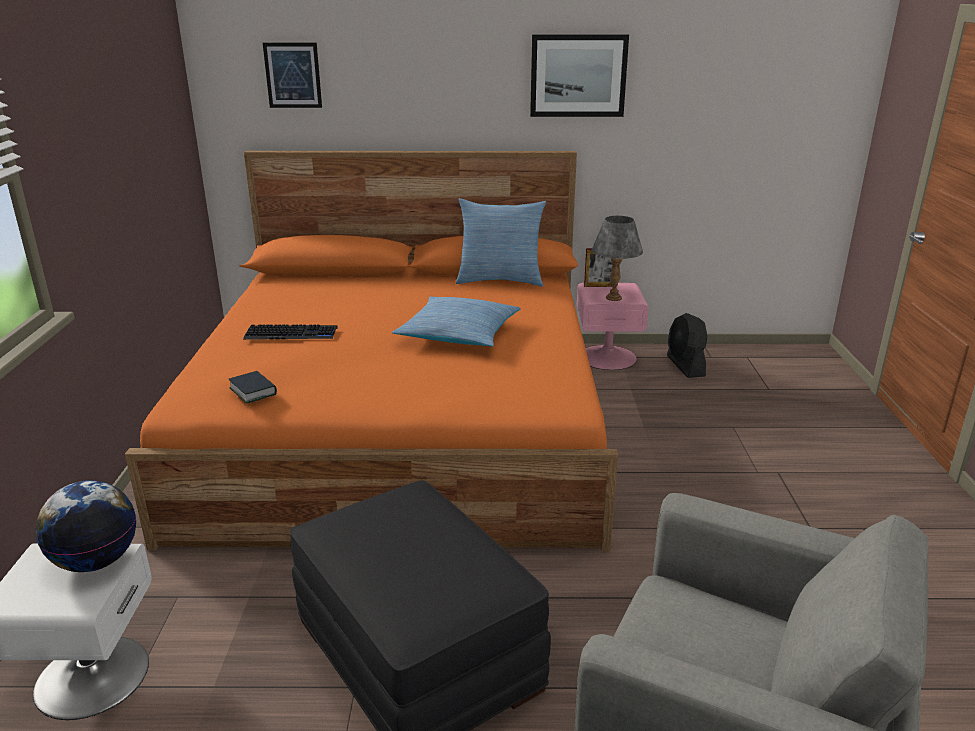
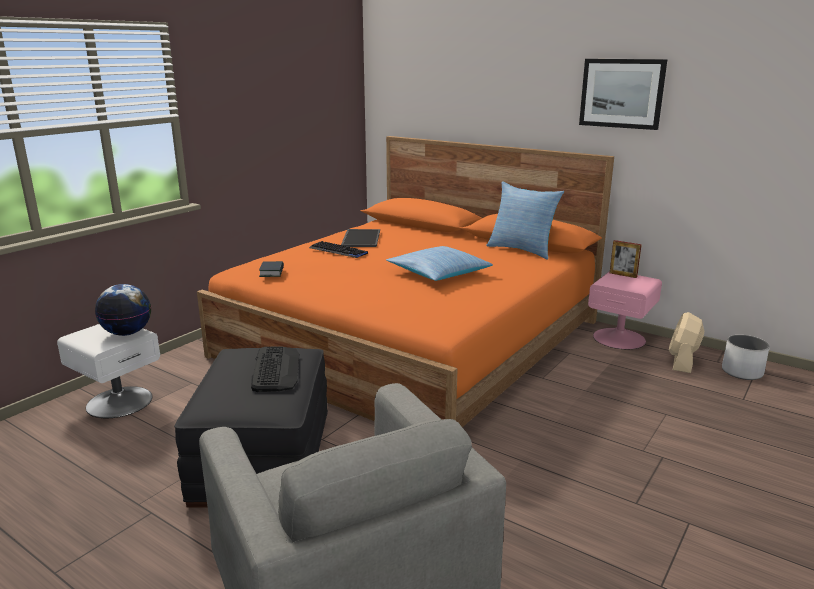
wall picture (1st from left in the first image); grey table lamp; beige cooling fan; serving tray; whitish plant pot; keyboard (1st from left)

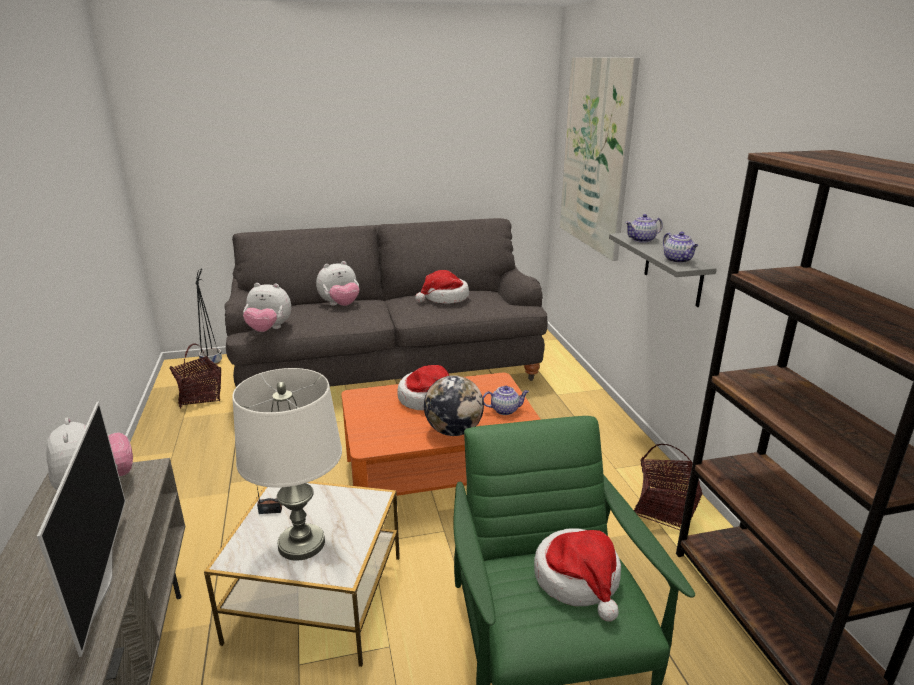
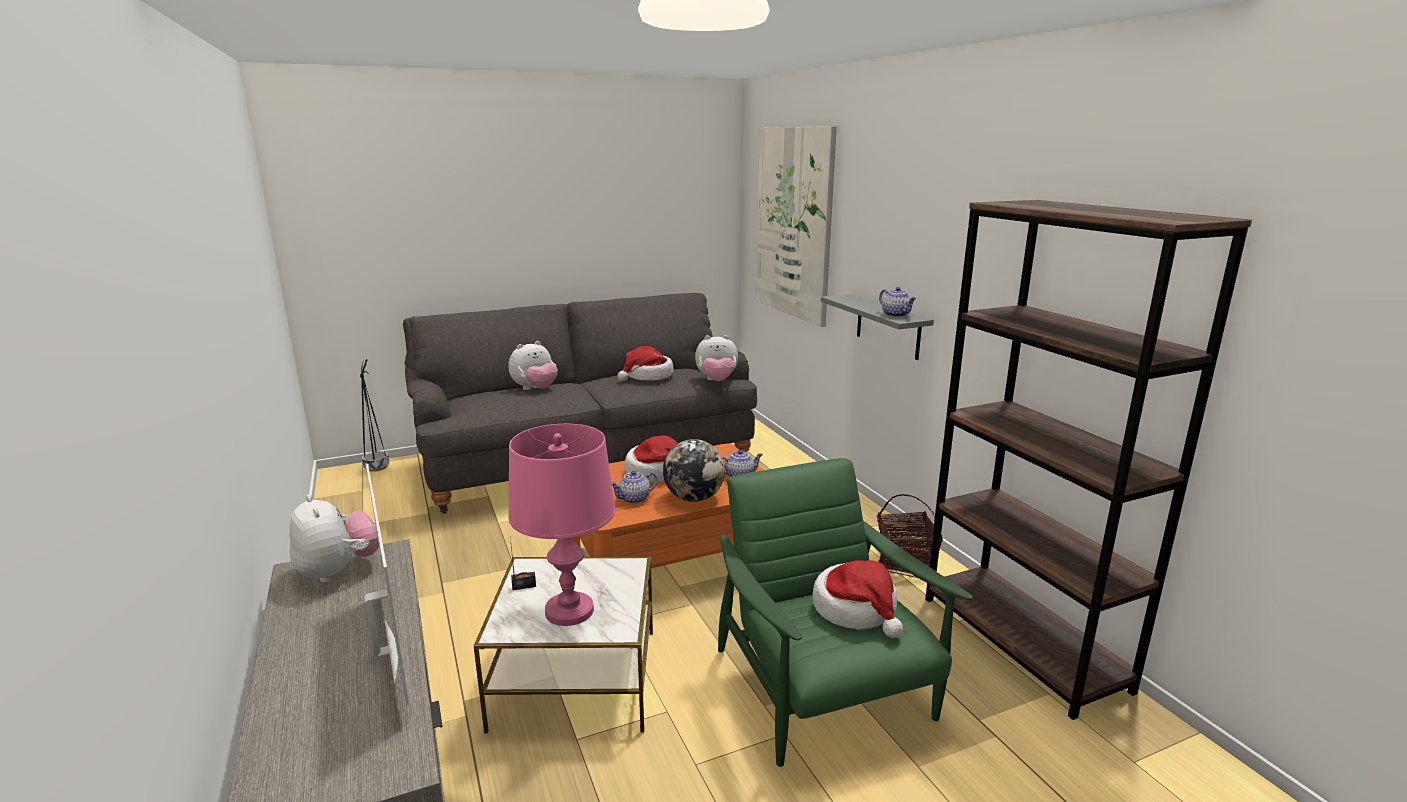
teapot (1st from left); cuddly toy (3rd from left); household basket (1st from left in the first image); pink-coloured table lamp

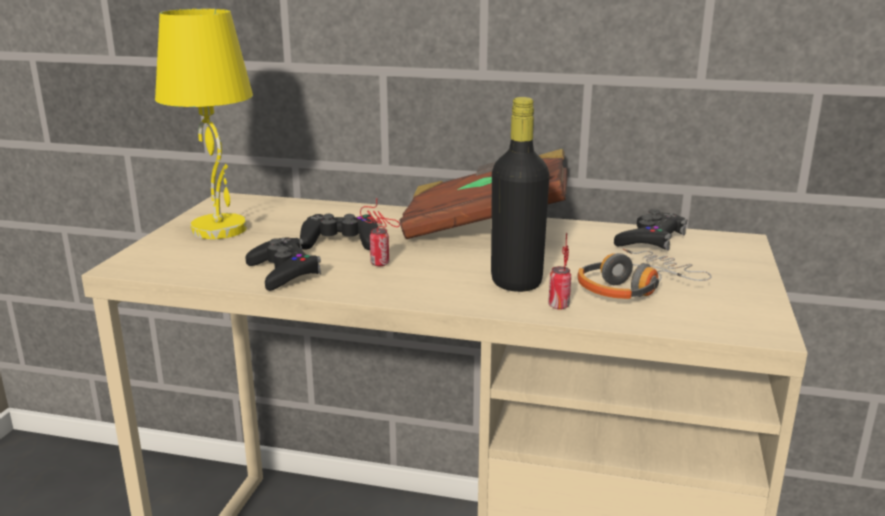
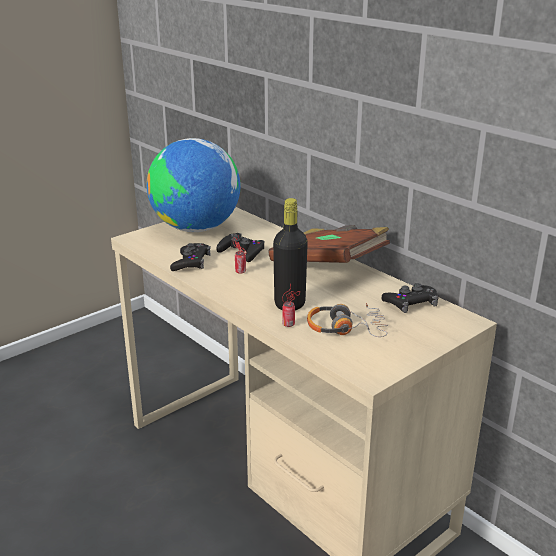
desk globe

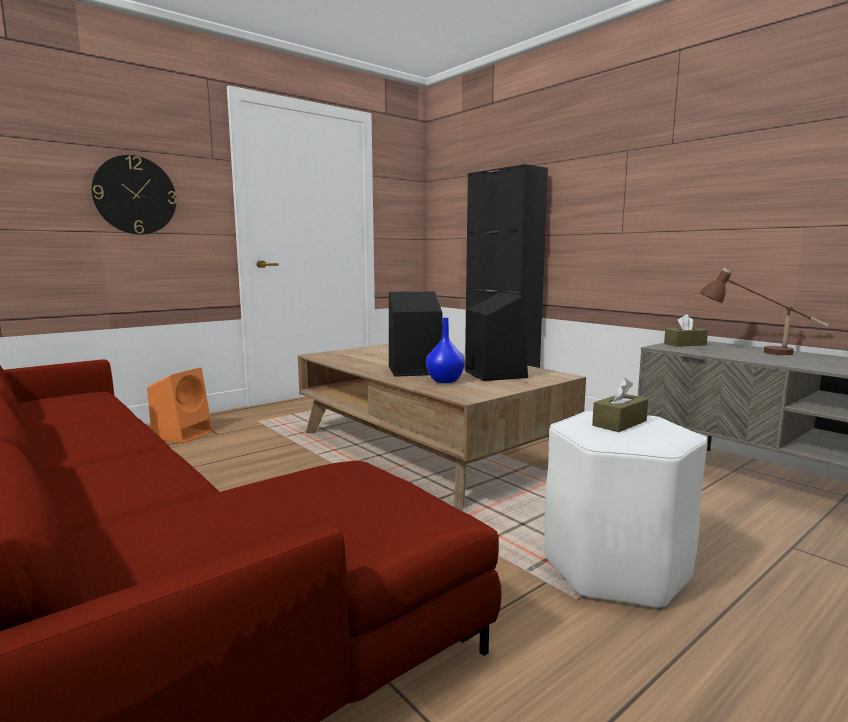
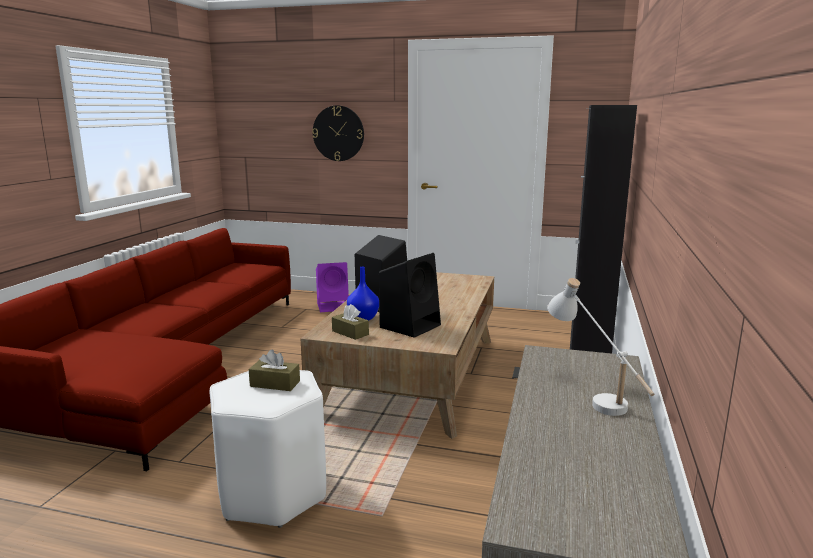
whitish table lamp; brown-coloured box of tissues (2nd from left); purple-coloured loudspeaker

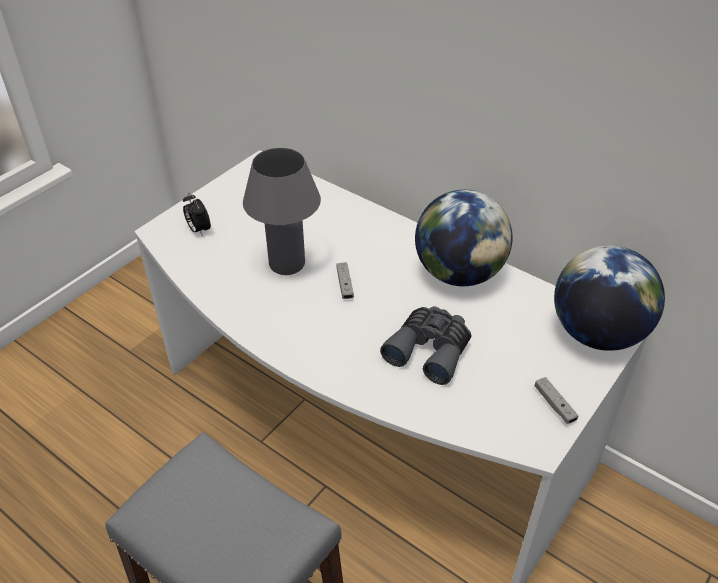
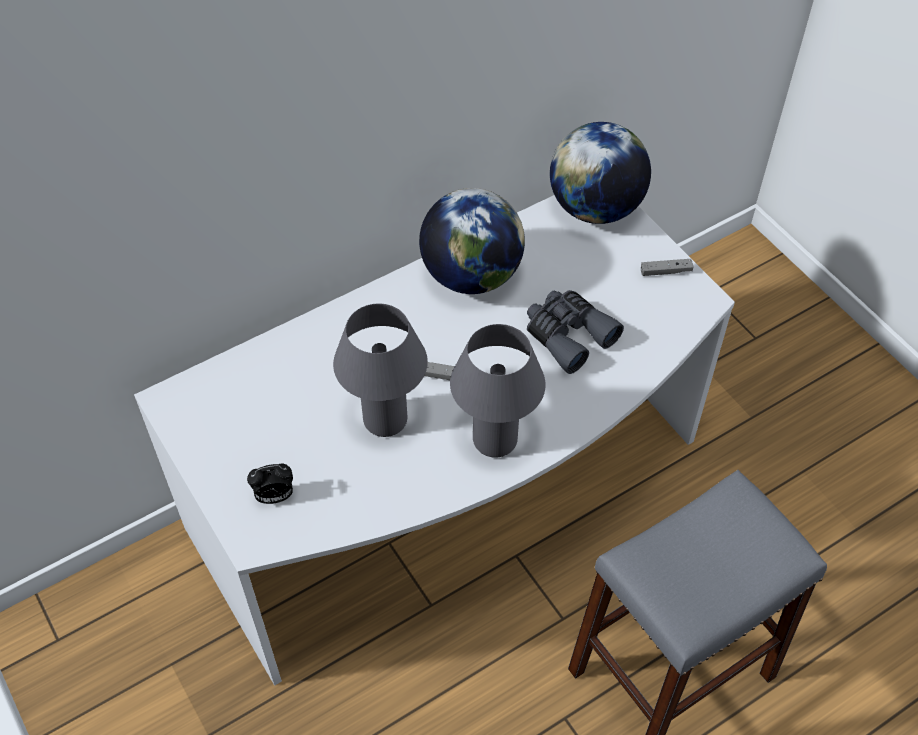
grey table lamp (2nd from left)

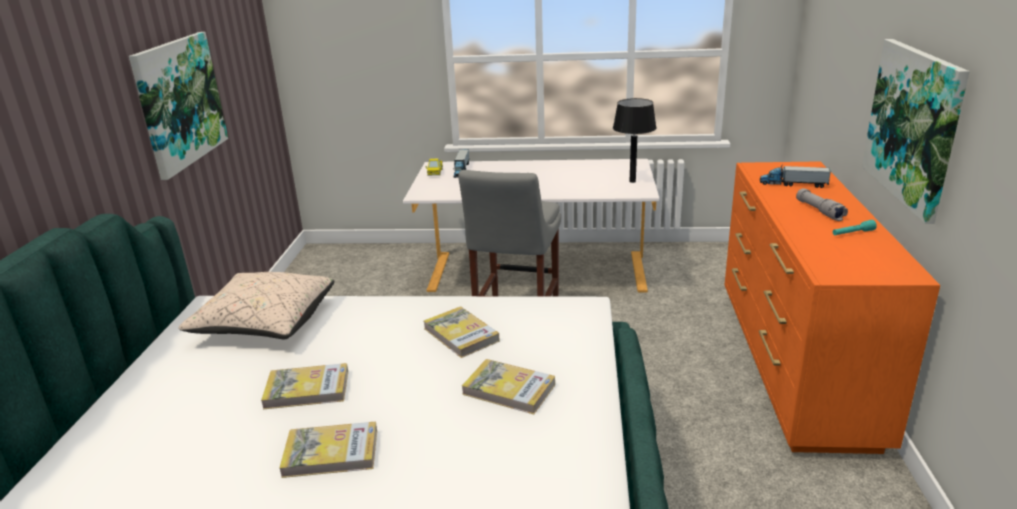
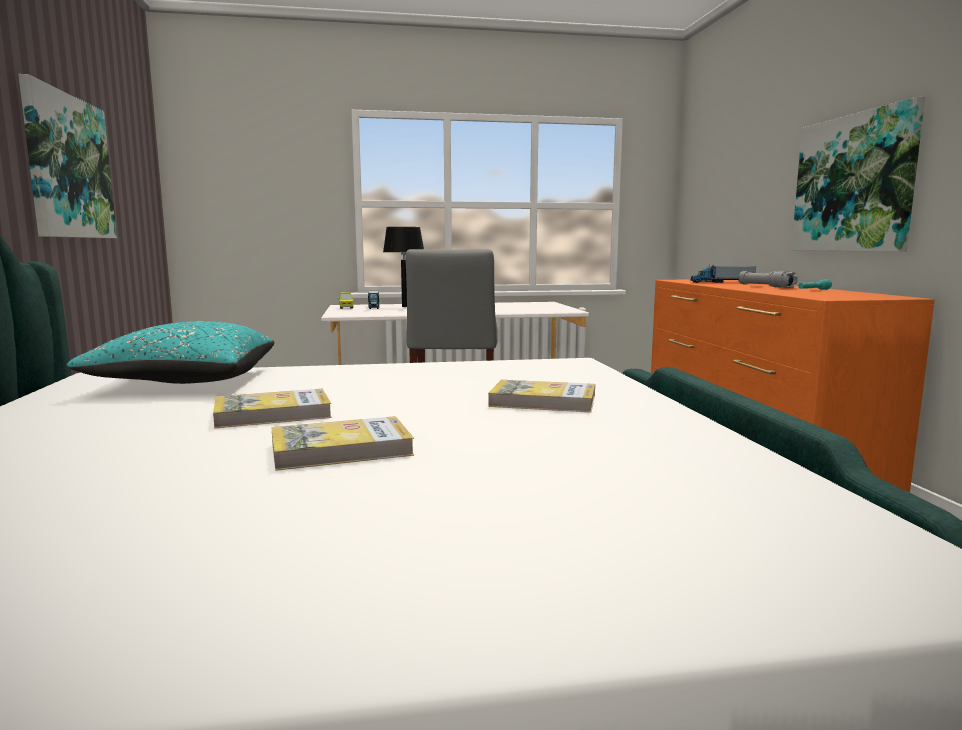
black table lamp; turquoise throw pillow; bound book (3rd from left in the first image)

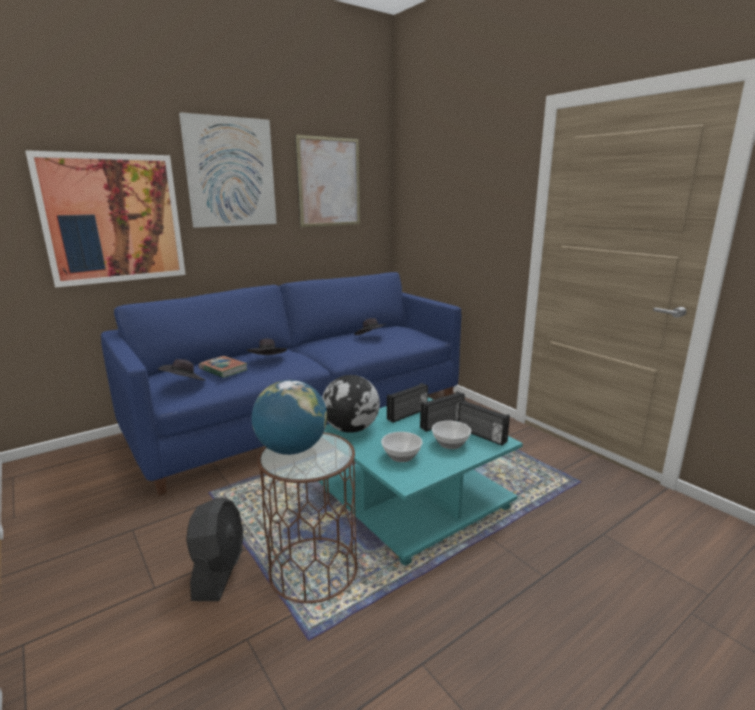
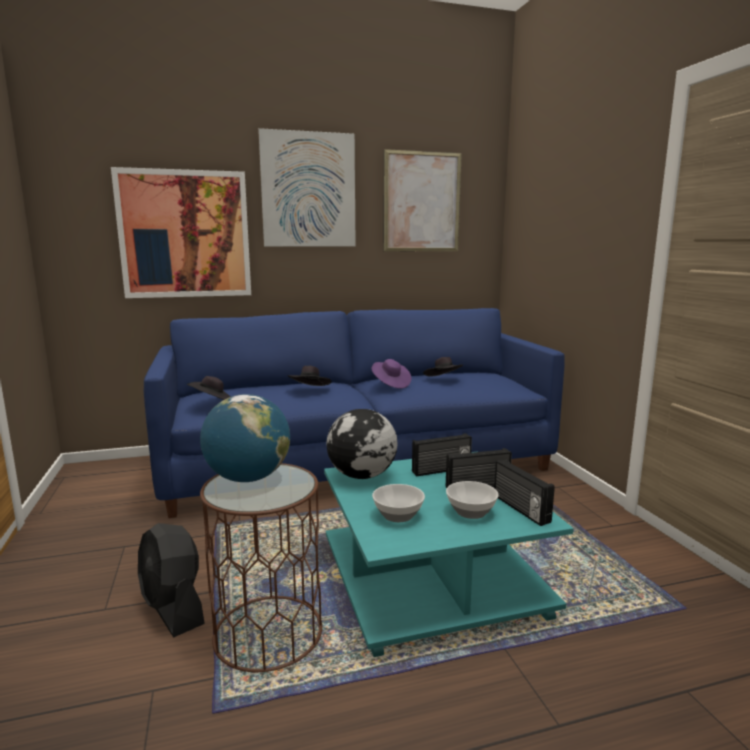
bound book; black cooling fan; purple-coloured hat

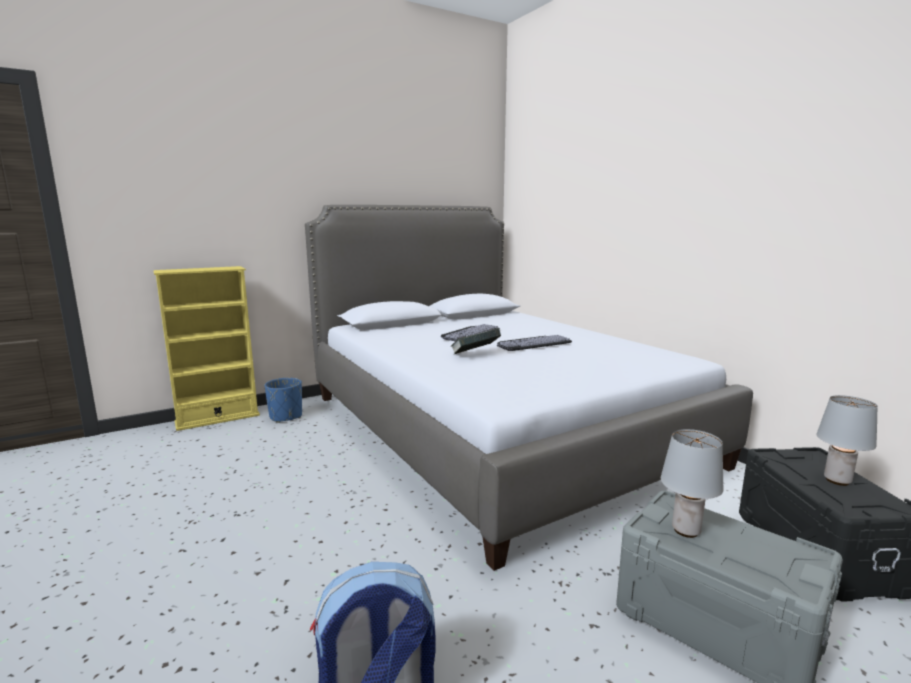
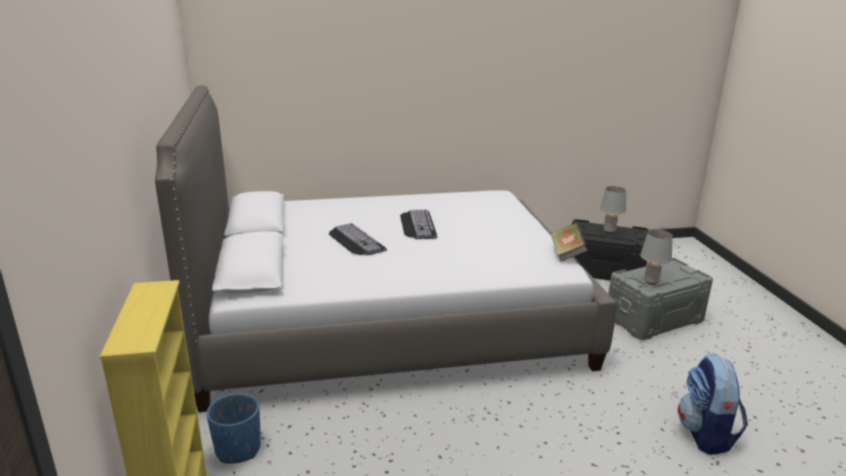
bound book

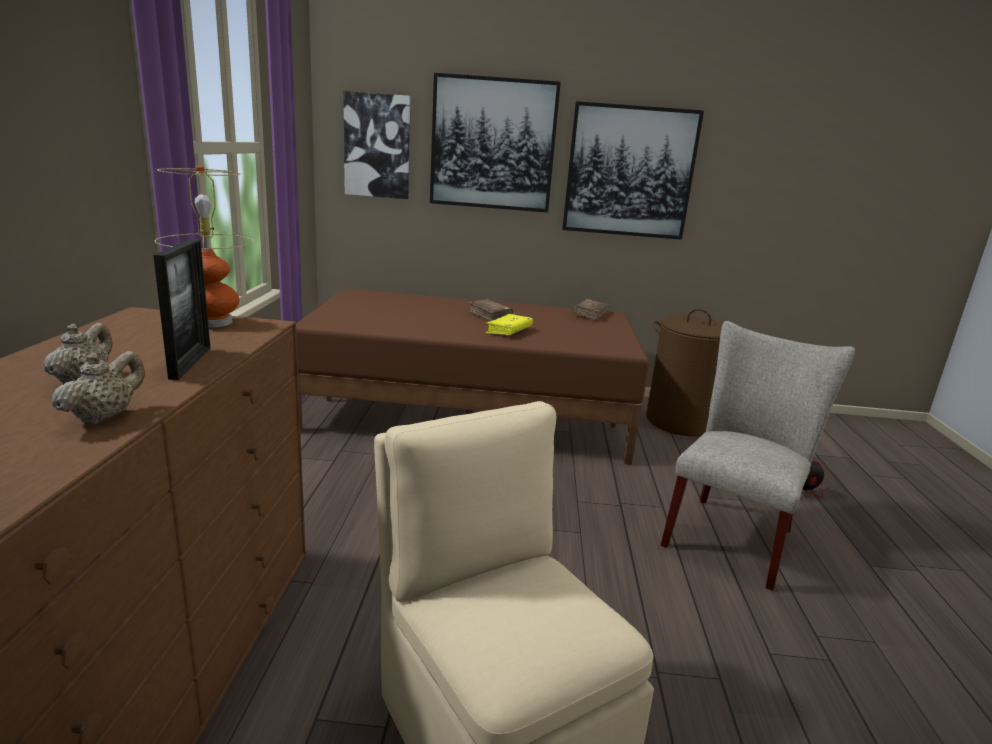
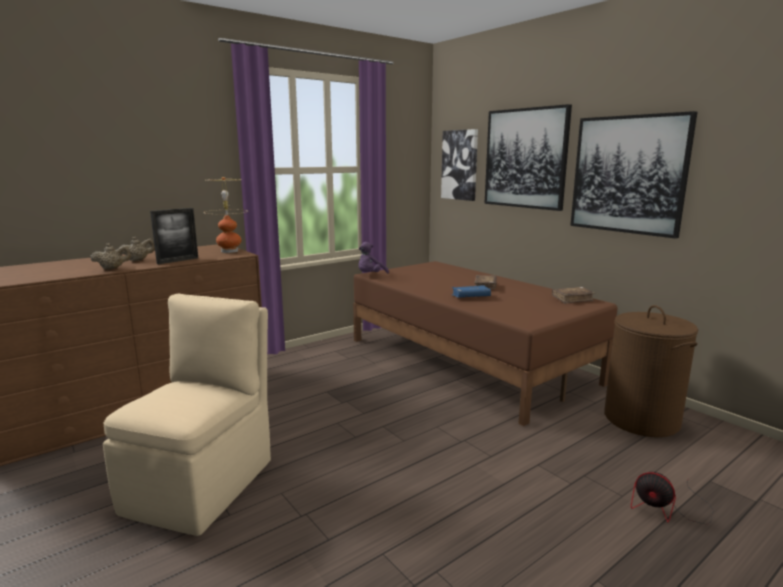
blue-coloured bound book; beige upright chair (2nd from left in the first image); purple-coloured cuddly toy

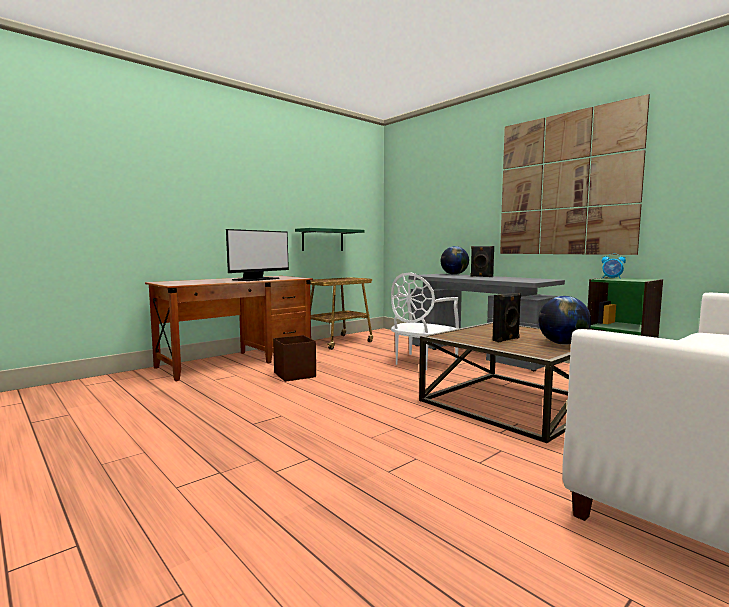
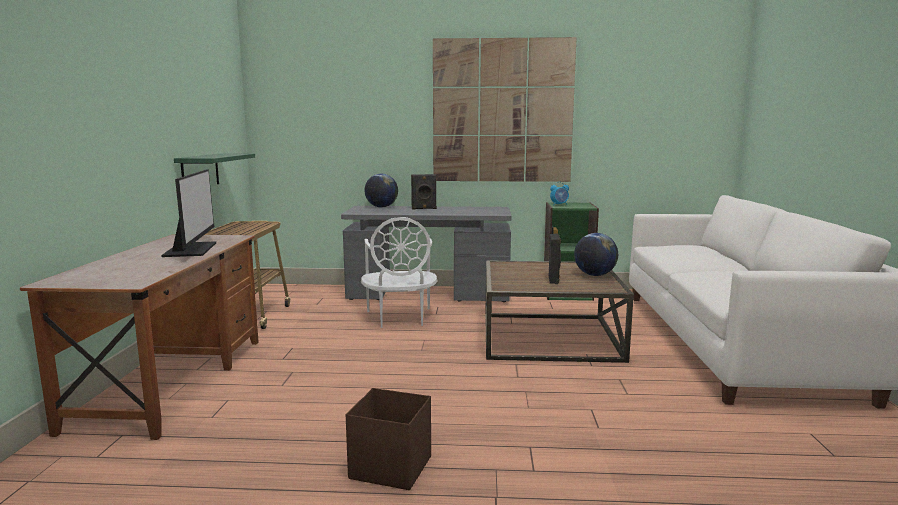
brown-coloured storage bin

